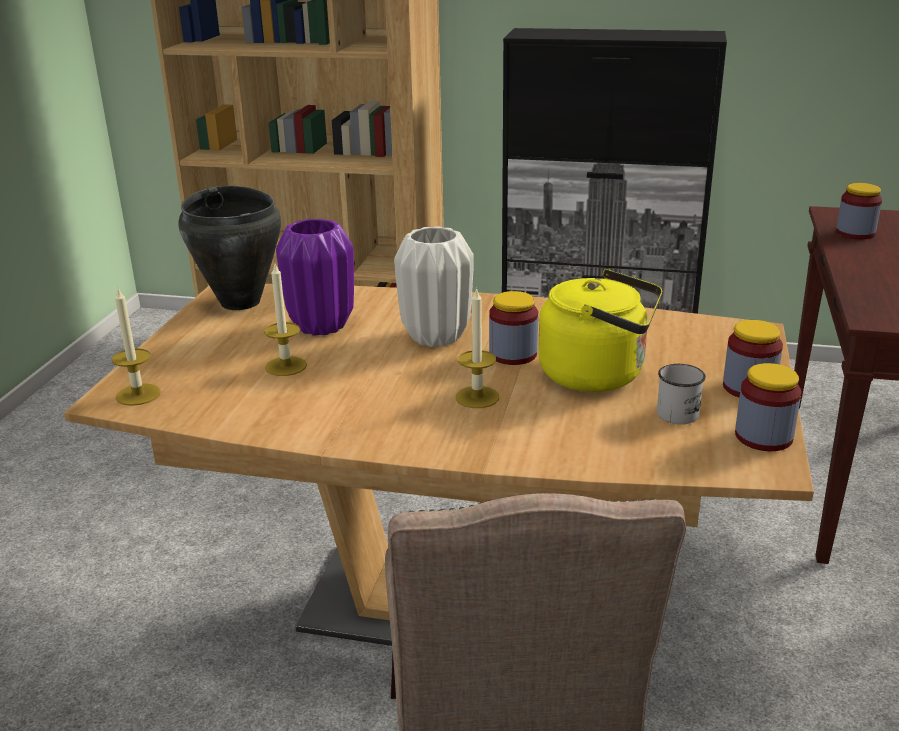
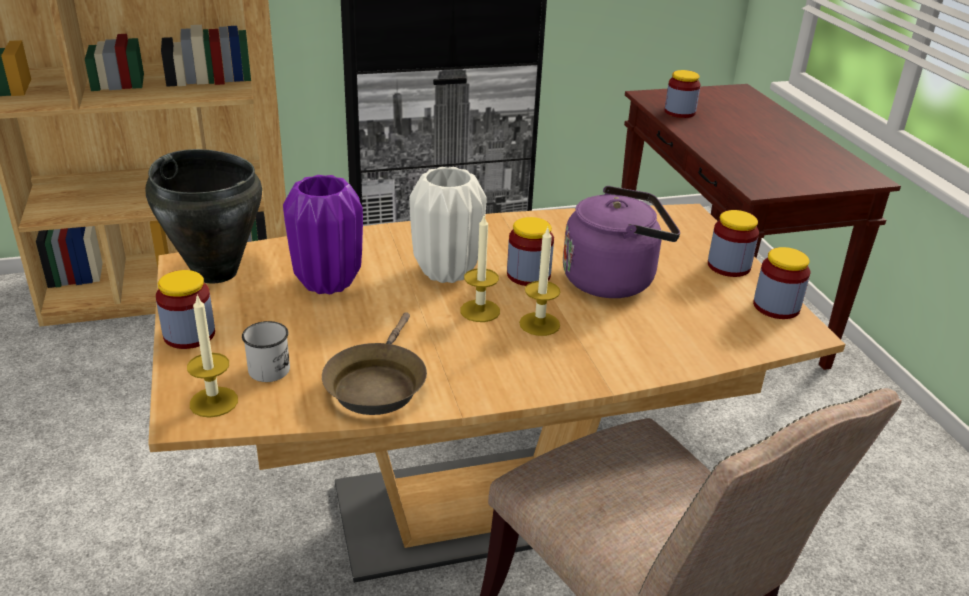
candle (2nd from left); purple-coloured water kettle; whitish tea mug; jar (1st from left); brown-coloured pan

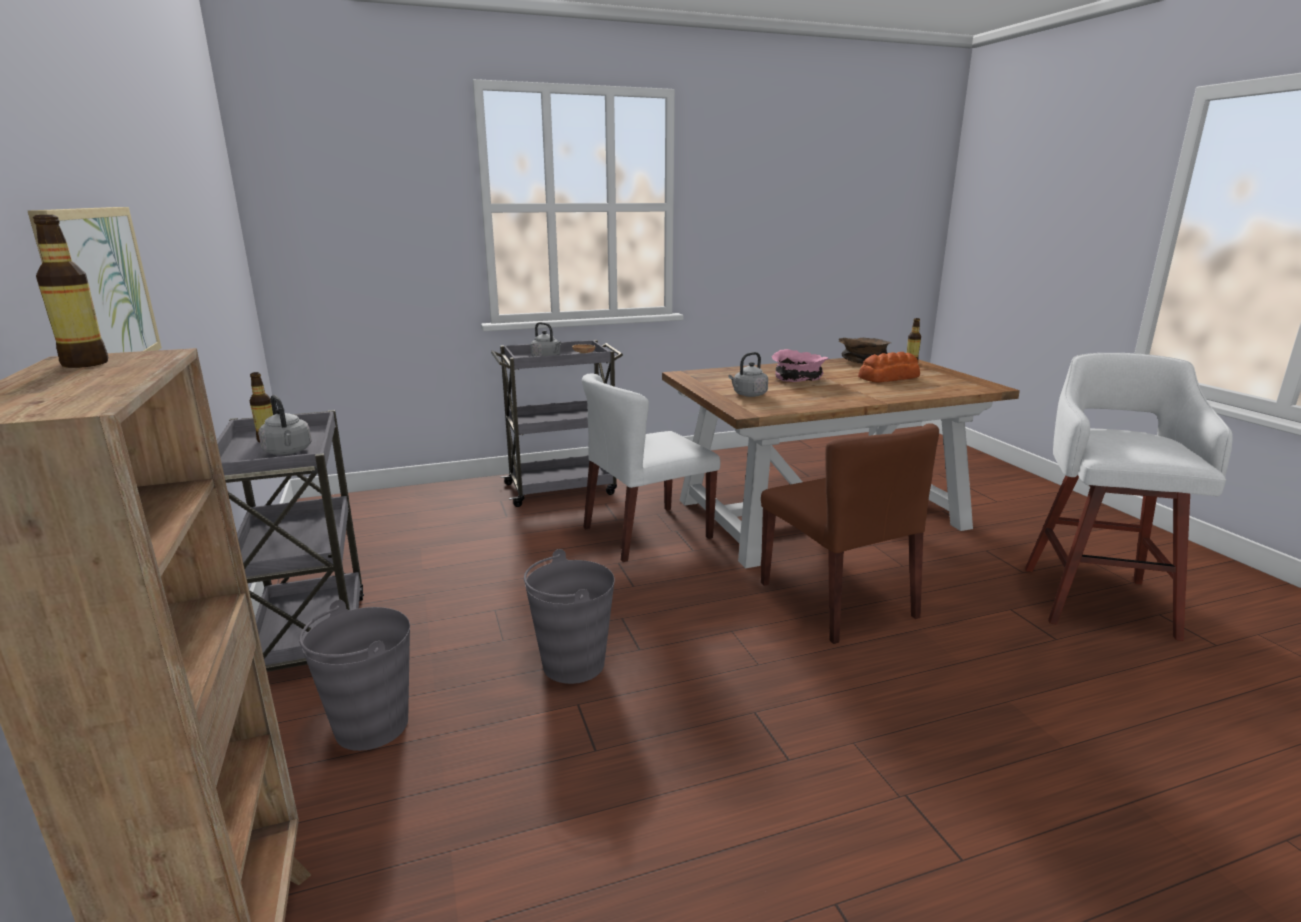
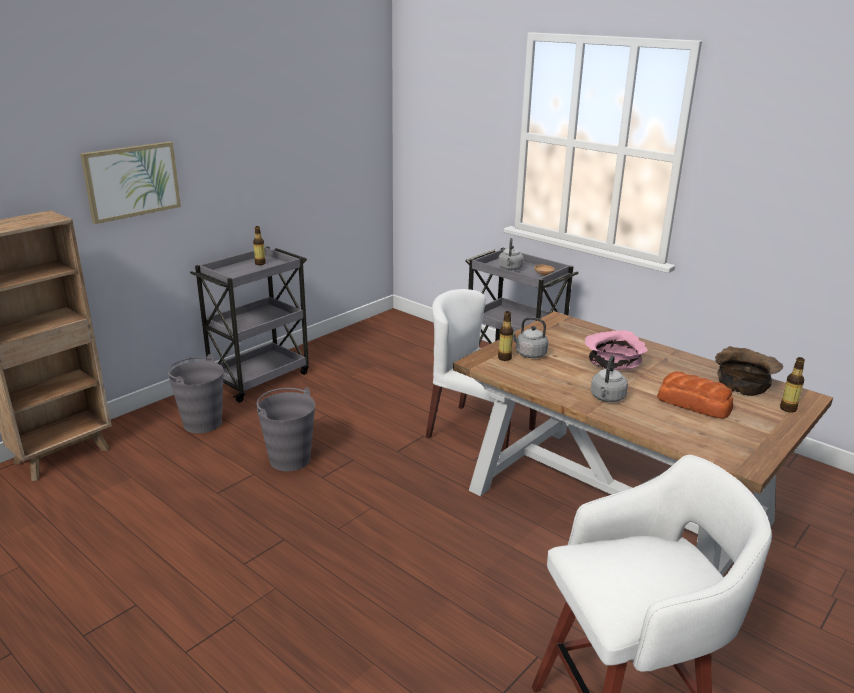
beverage bottle (2nd from left); grey water kettle (3rd from left); brown-coloured upright chair

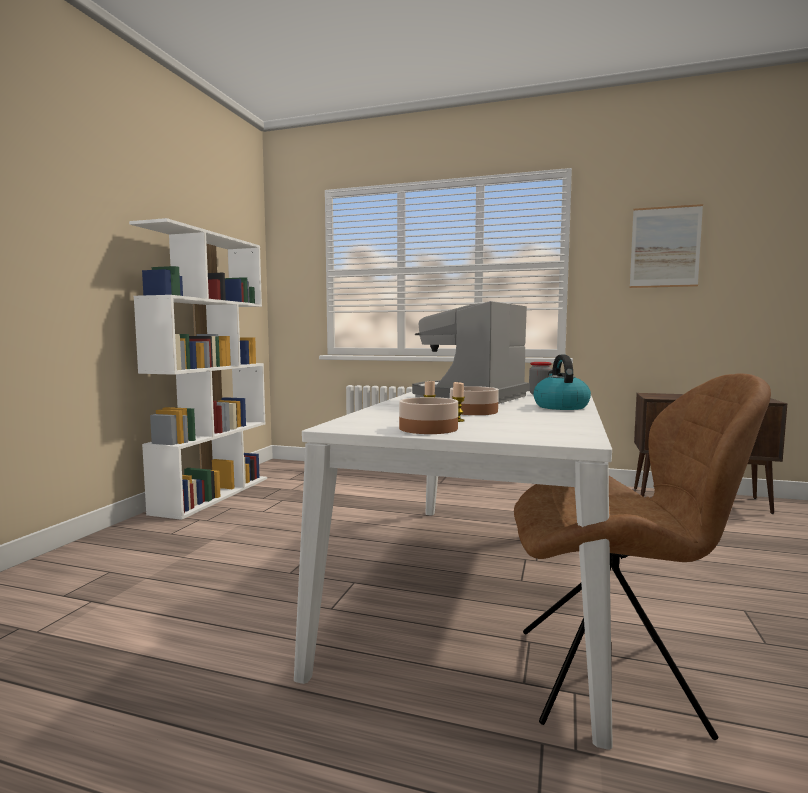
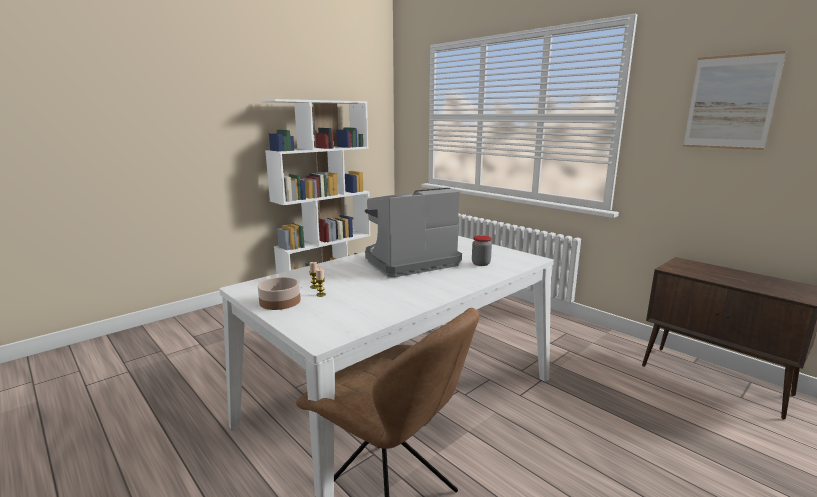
water kettle; deep dish (2nd from left in the first image)

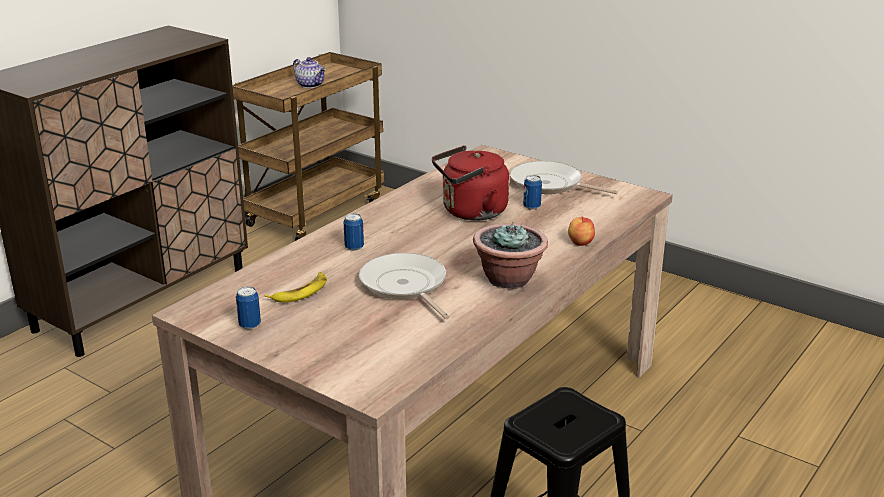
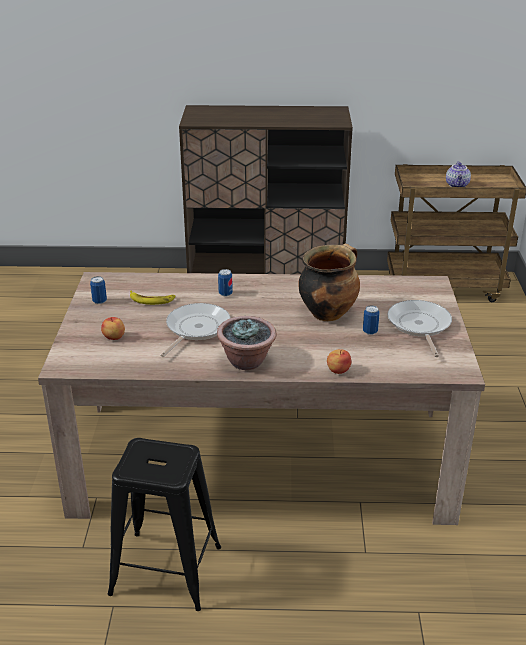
stockpot; whole apple (1st from left)

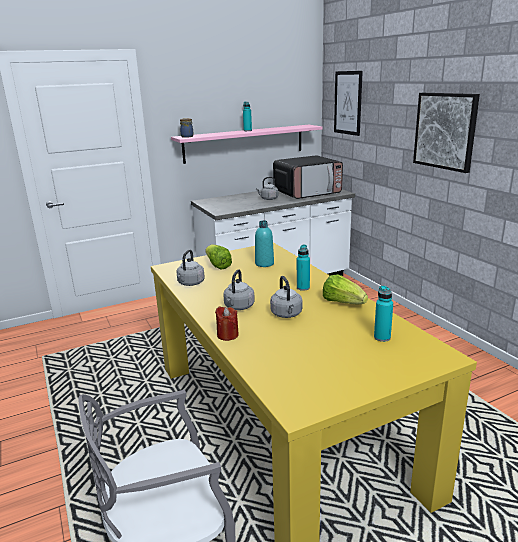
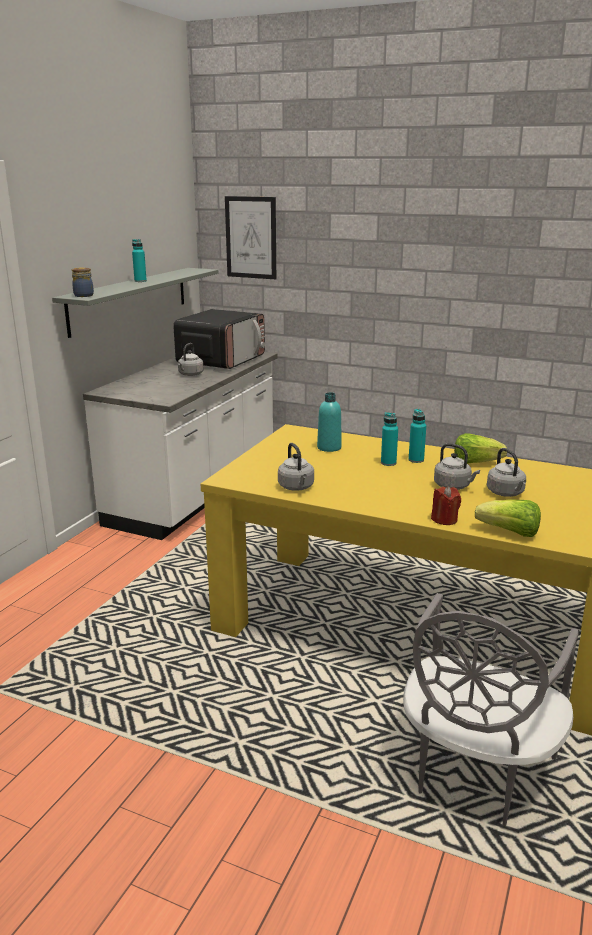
wall picture (2nd from left in the first image); grey bracket shelf; head of lettuce (2nd from left); grey water kettle (4th from left); turquoise beverage bottle (3rd from left)

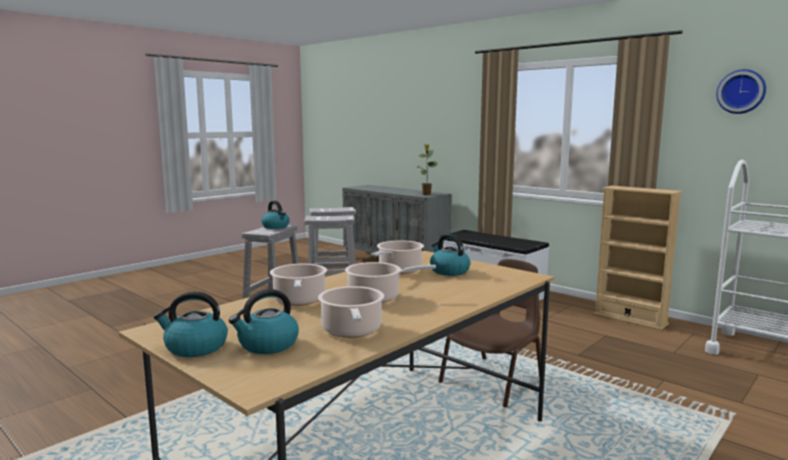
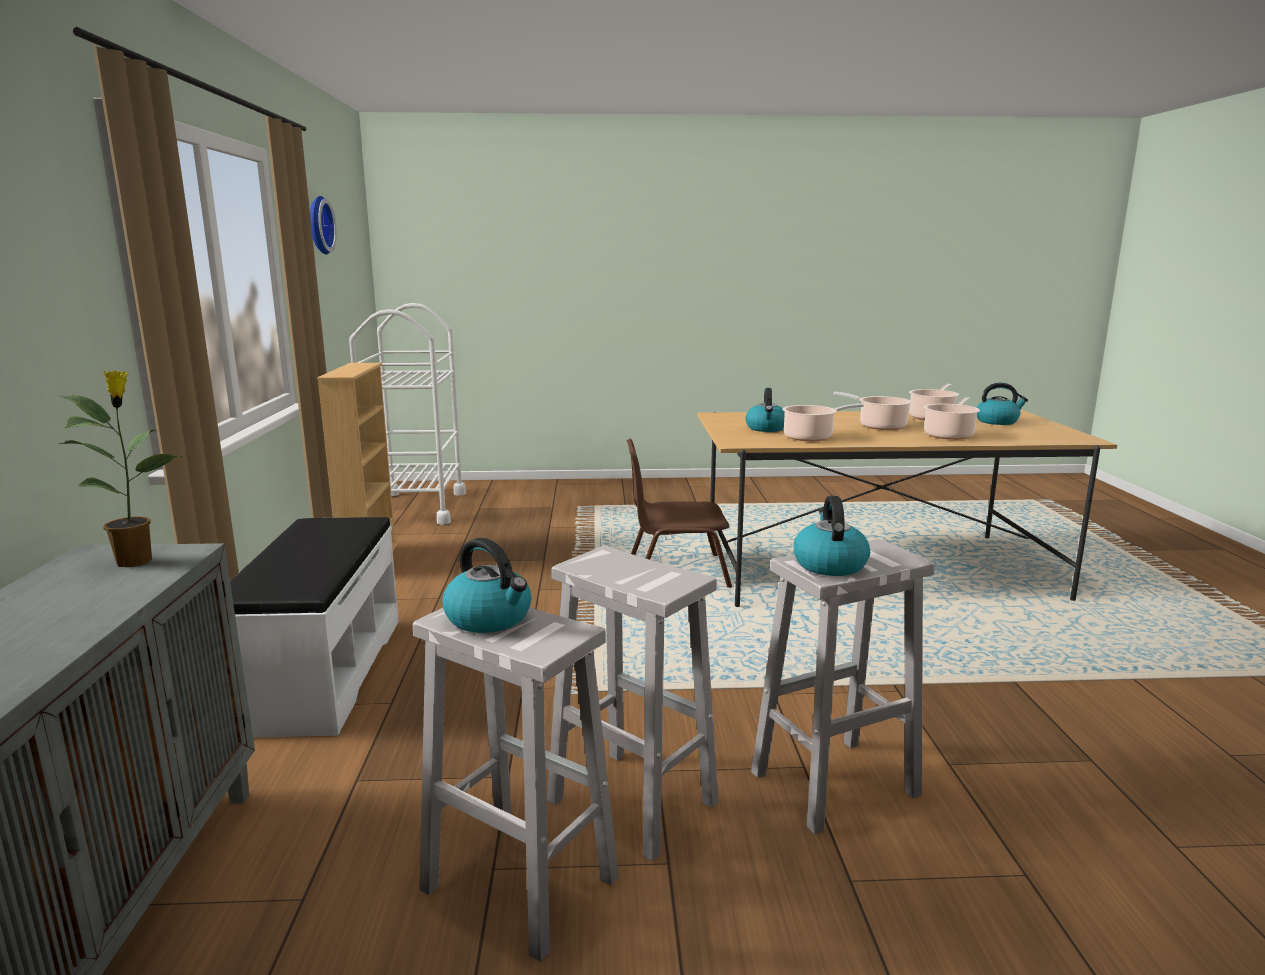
water kettle (1st from left)

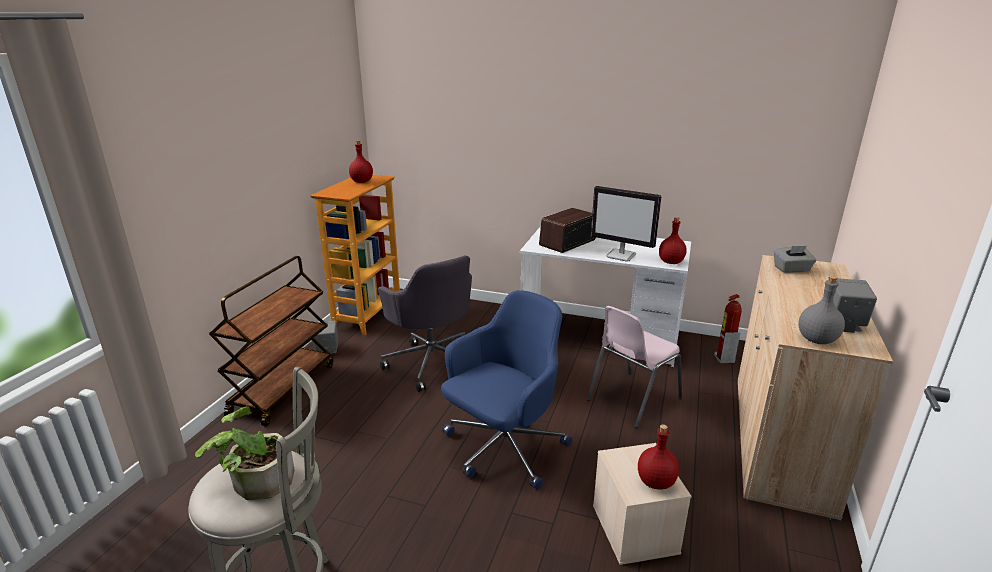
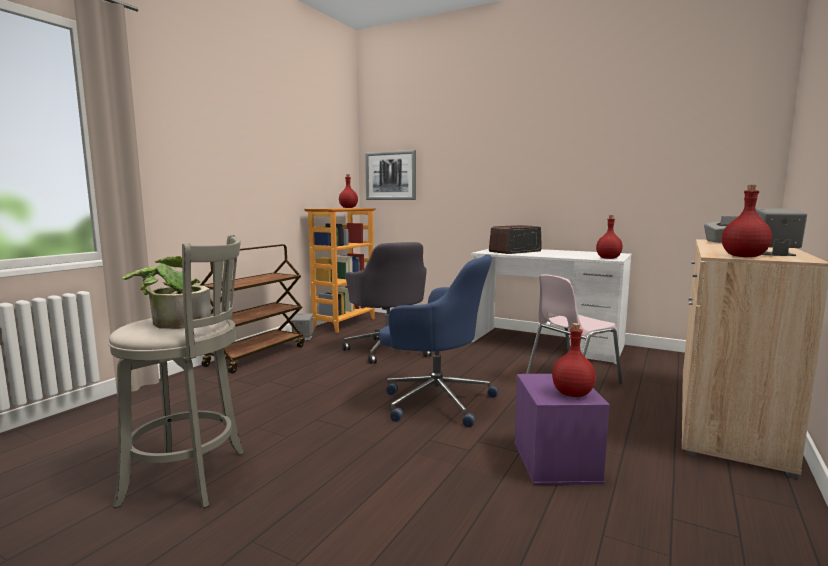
monitor; red-coloured beverage bottle (4th from left); blue-coloured computer chair; fire extinguisher; purple-coloured storage bin; wall picture

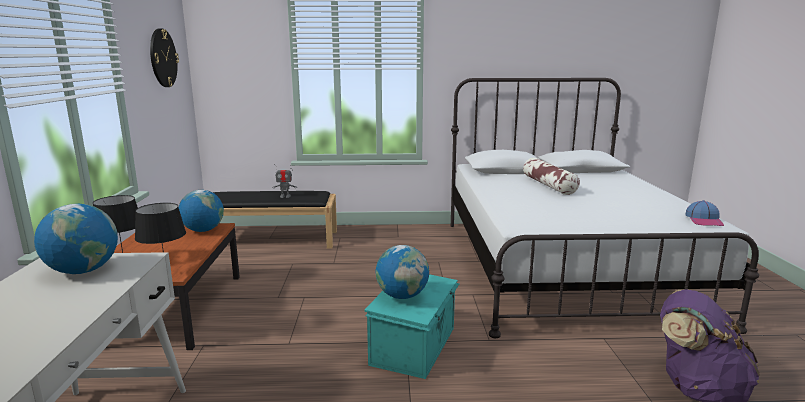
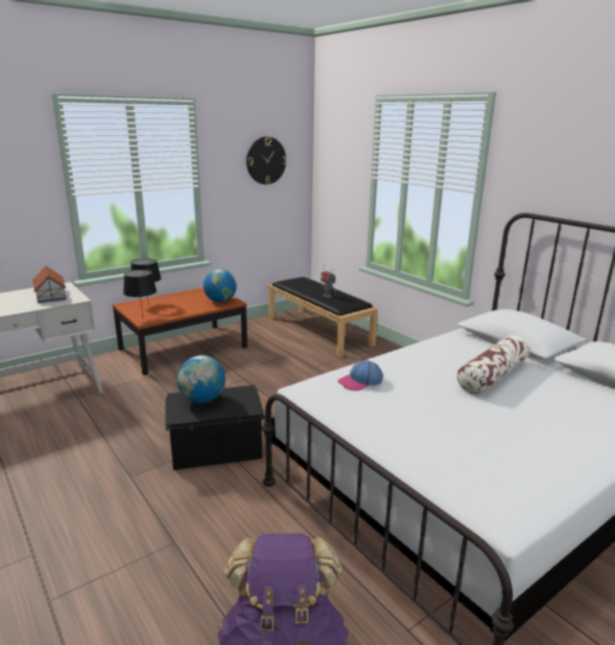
cap; miniature house; black storage bin

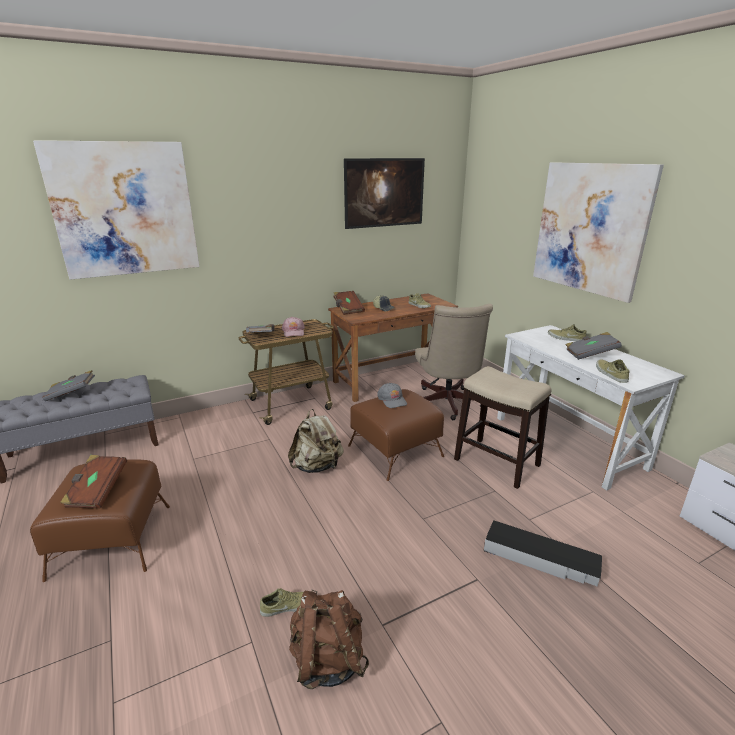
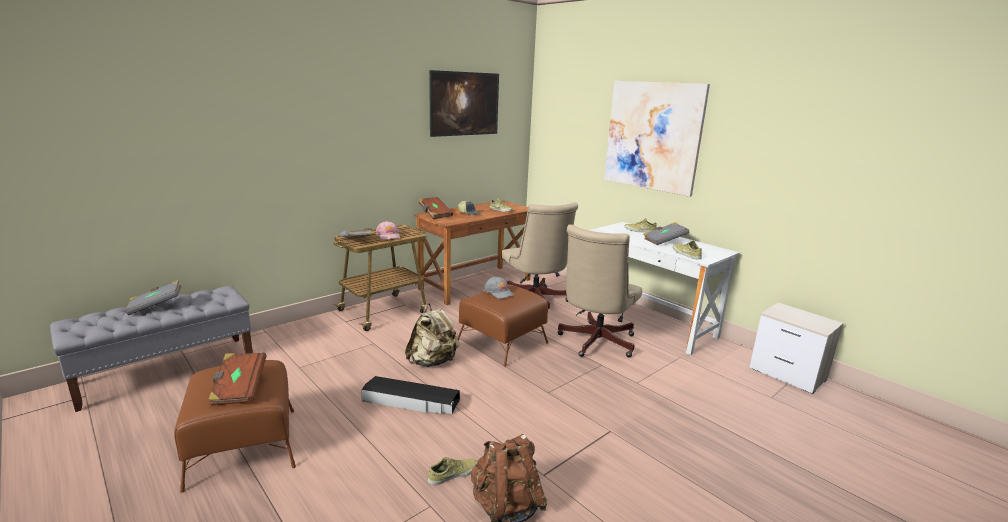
wall picture (1st from left in the first image); beige computer chair (2nd from left); black storage bin

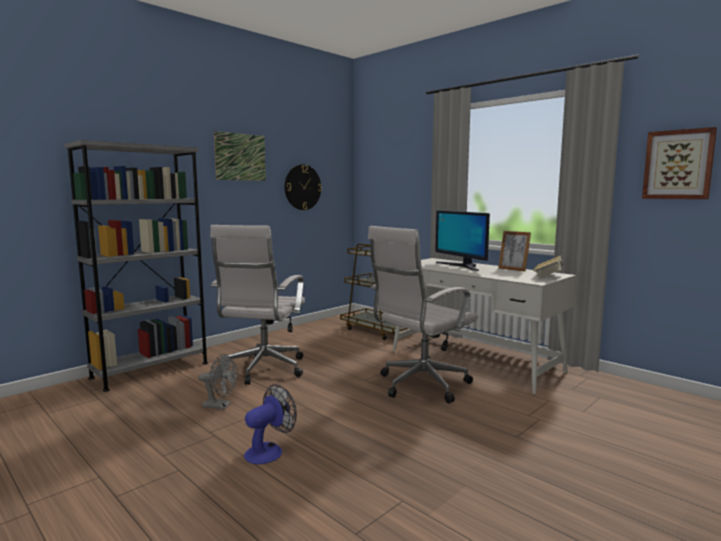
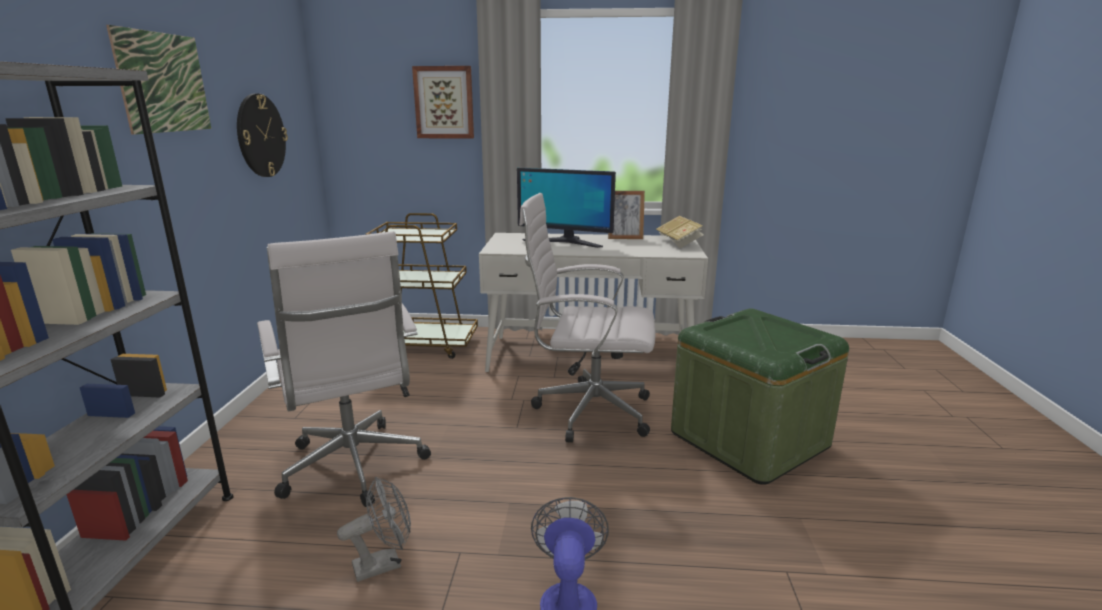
wall picture (2nd from left); whitish computer chair (2nd from left); green-coloured storage bin

